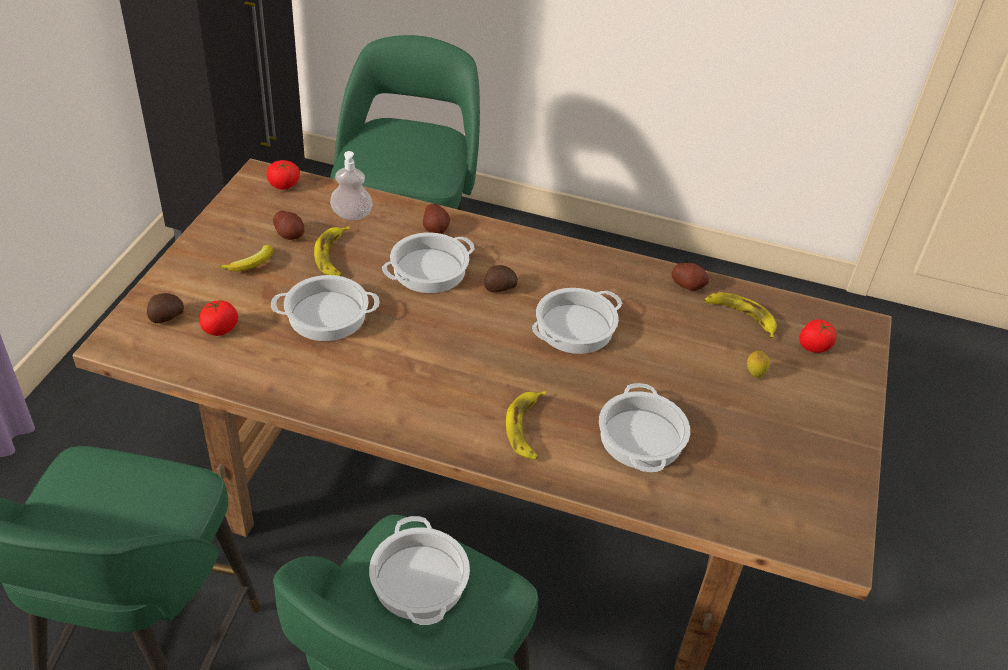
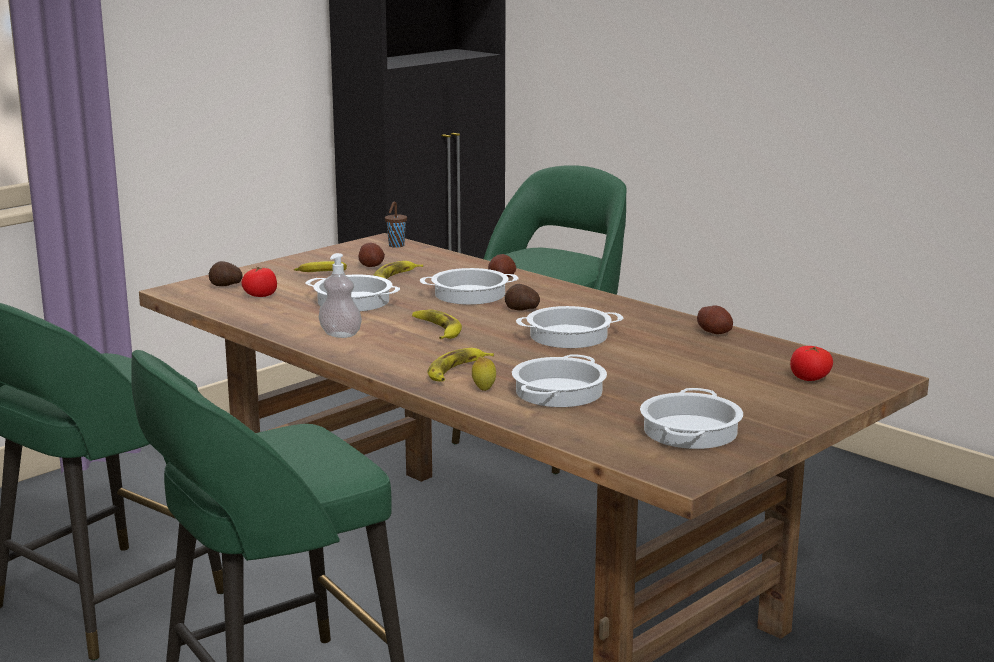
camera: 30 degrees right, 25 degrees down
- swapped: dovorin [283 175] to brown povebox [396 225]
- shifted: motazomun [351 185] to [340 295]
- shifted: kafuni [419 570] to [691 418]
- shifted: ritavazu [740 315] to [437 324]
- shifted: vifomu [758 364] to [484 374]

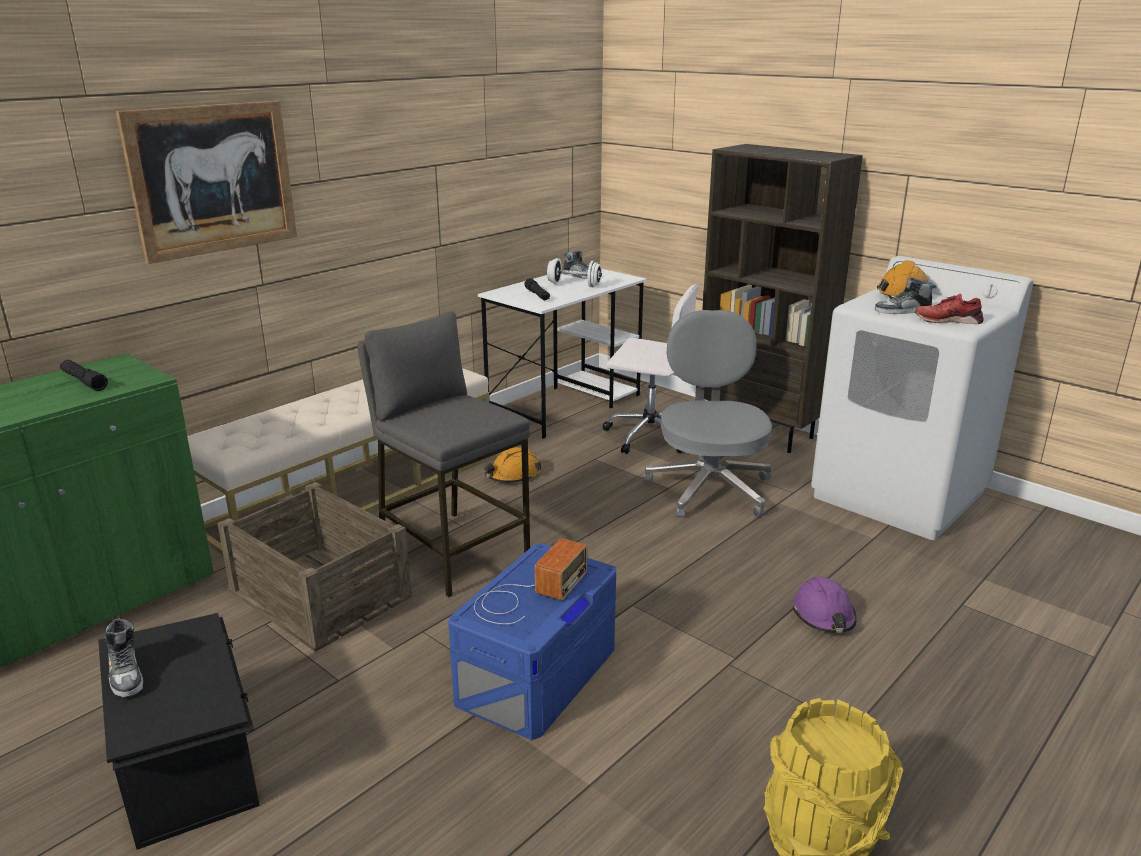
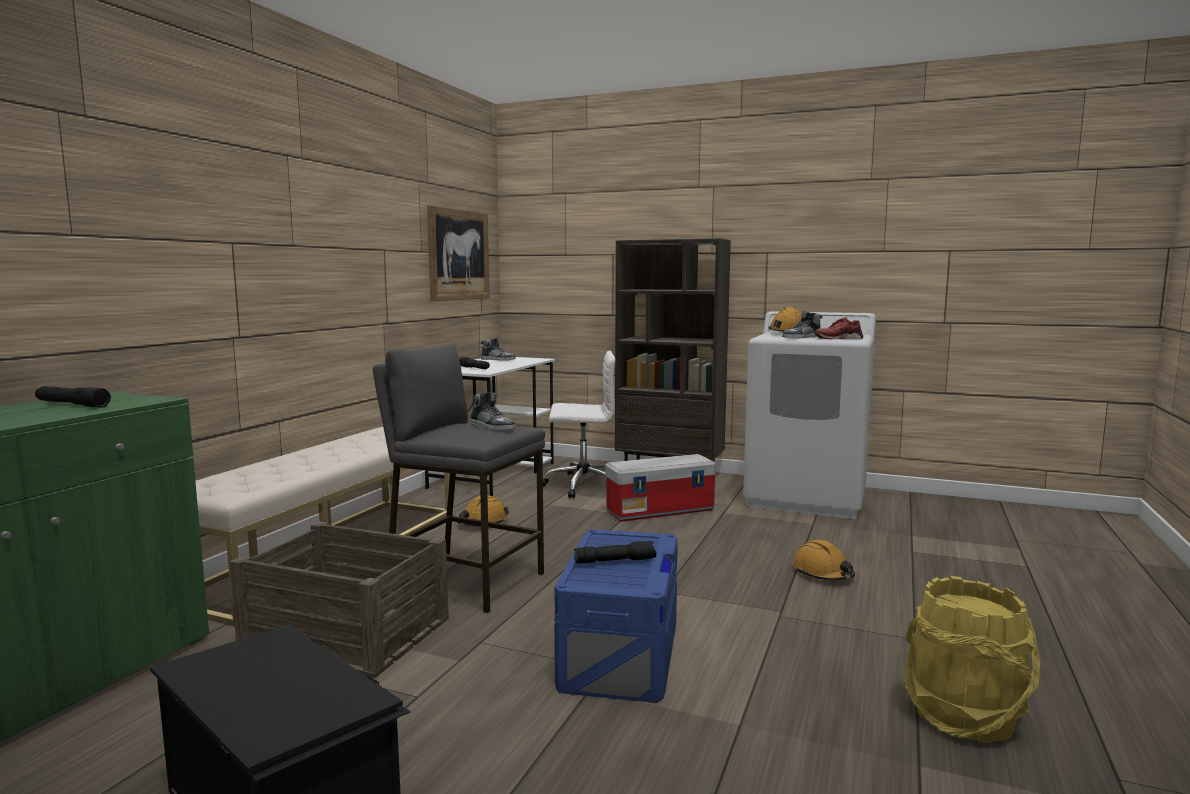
camera: 20 degrees left, 15 degrees down
- shifted: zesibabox [124 658] to [492 412]
- shifted: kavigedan [206 182] to [458 253]
- swapped: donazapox [530 581] to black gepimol [615 552]
- gone: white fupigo [574 272]
- swapped: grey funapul [707 414] to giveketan [660 488]
- repainted: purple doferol [825 605] to orange doferol [823 560]

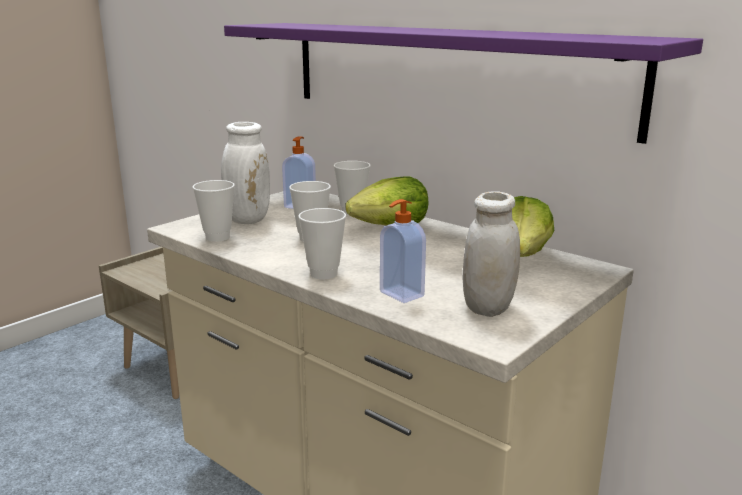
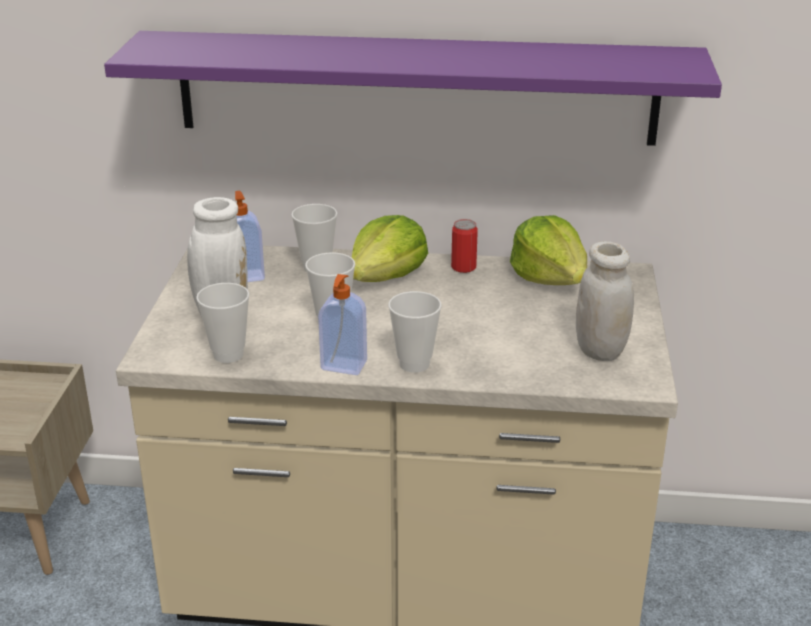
camera: 35 degrees left, 10 degrees up
- shifted: motazomun [403 251] to [342 324]
- new: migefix [464 246]

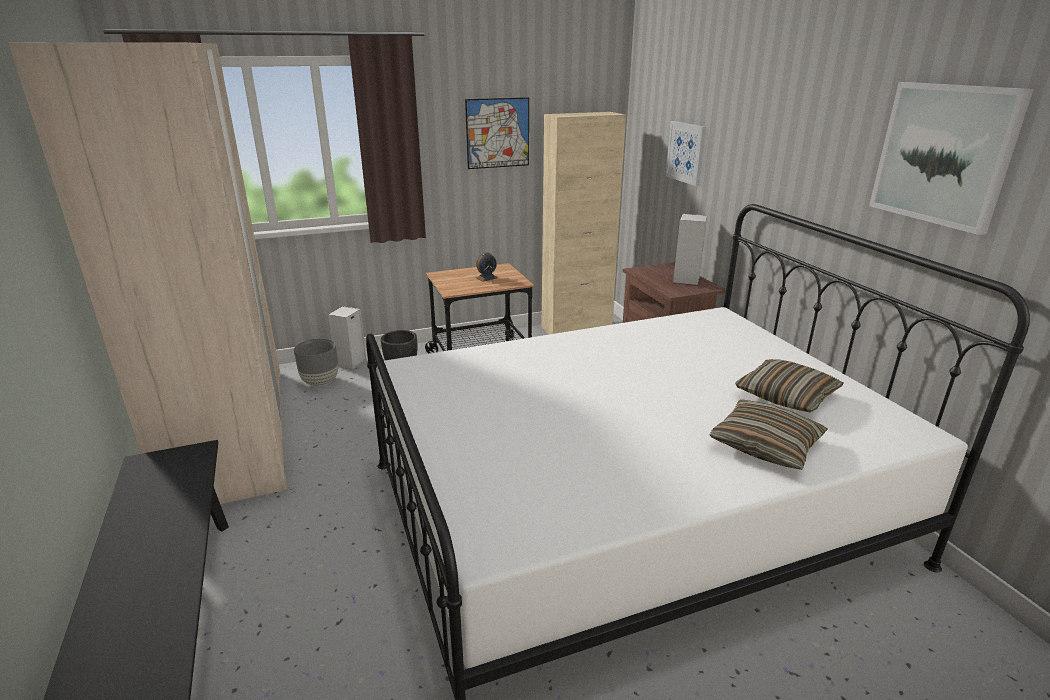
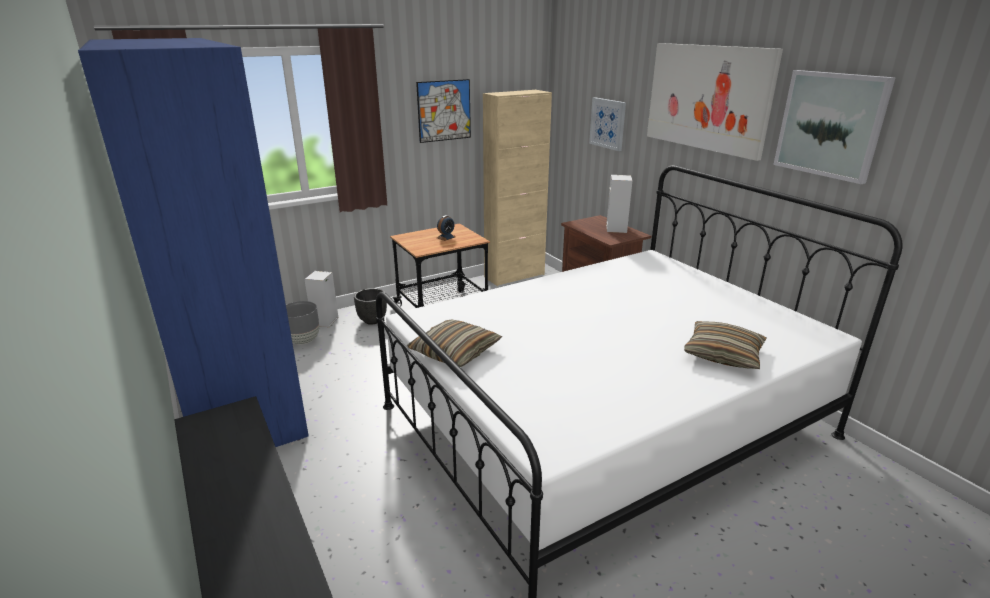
camera: 10 degrees left, 0 degrees up
- repainted: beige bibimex [147 273] to blue bibimex [193 242]
- shifted: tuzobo [789 385] to [454 343]
- new: kavigedan [715 102]

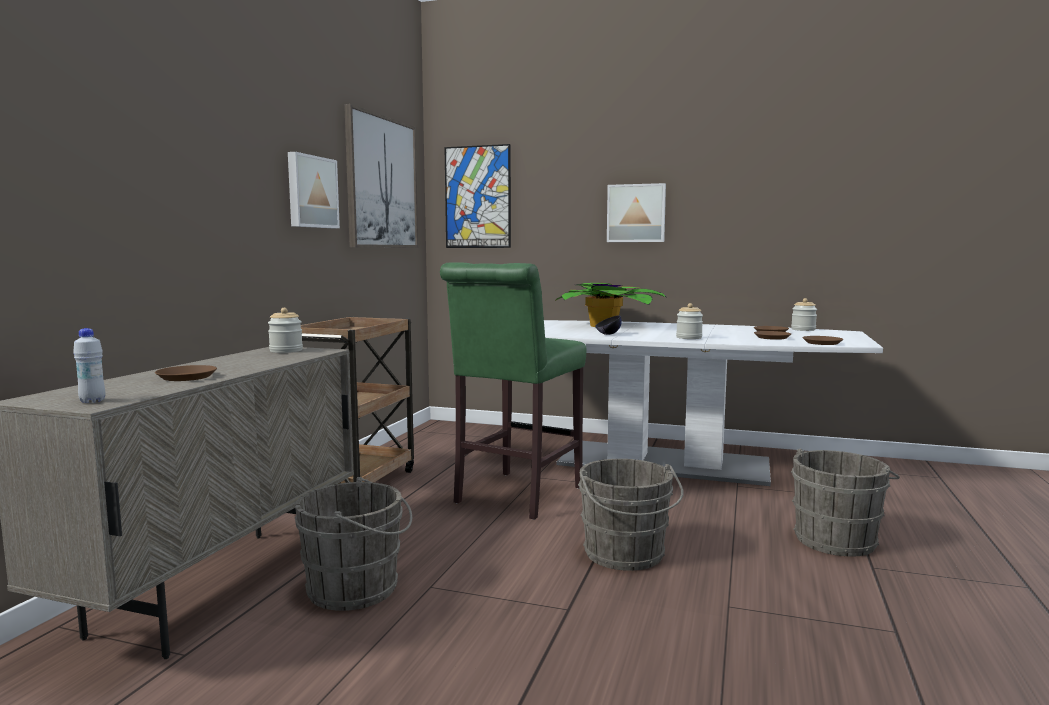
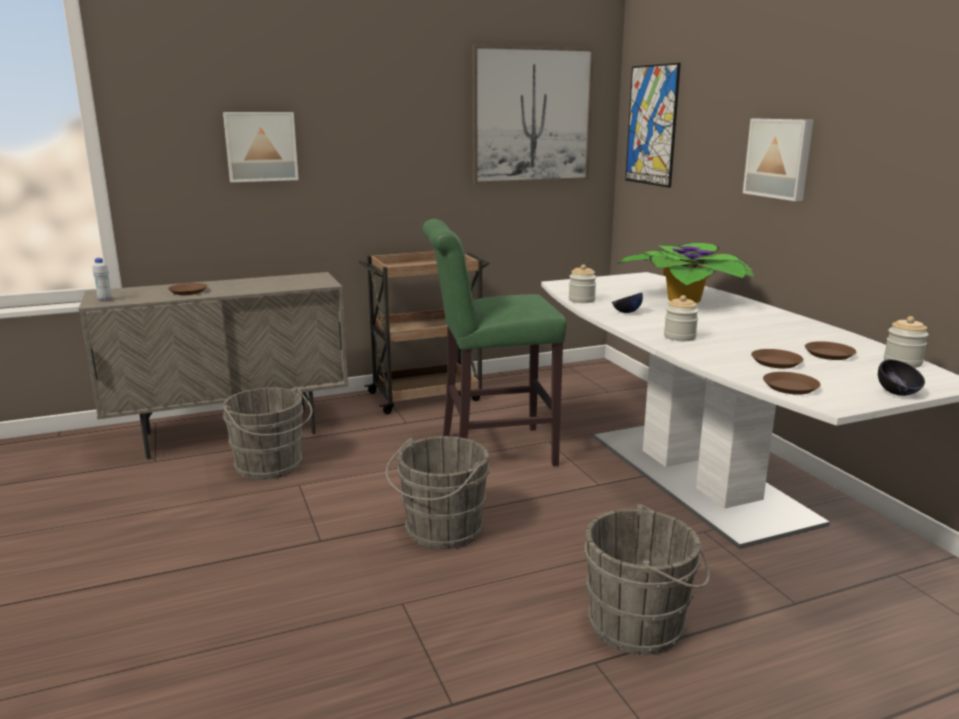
camera: 50 degrees right, 10 degrees up
- shifted: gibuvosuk [285 330] to [583 283]
- shifted: kavigedan [314 190] to [261 147]
- new: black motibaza [901 377]

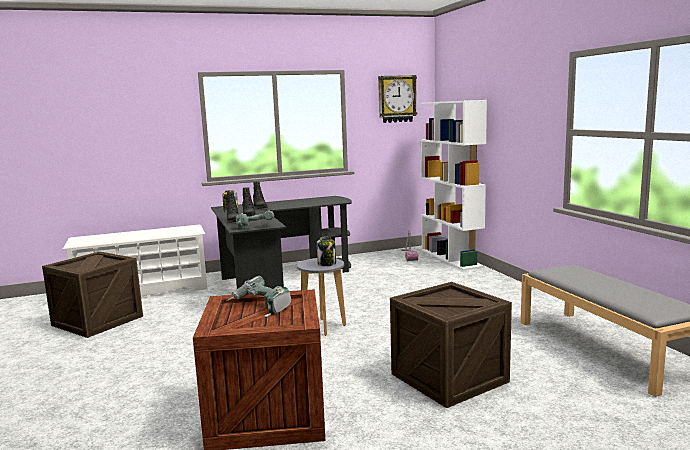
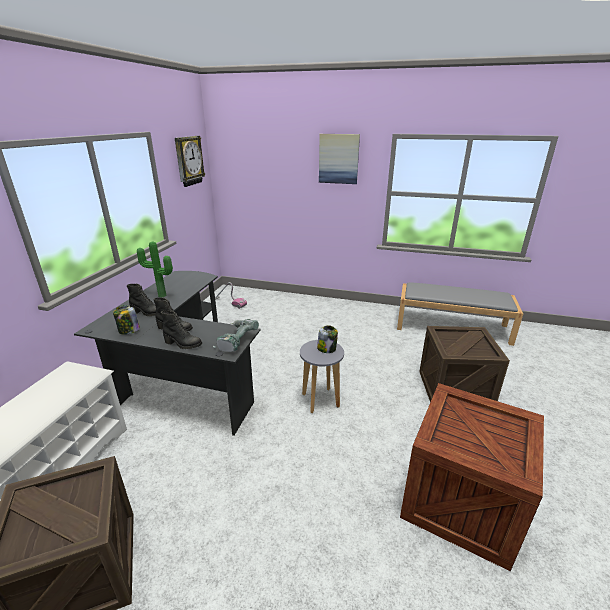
camera: 55 degrees left, 15 degrees up
- gone: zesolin [259 296]
- gone: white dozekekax [453 185]
- new: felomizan [155 269]
- new: kavigedan [339 159]

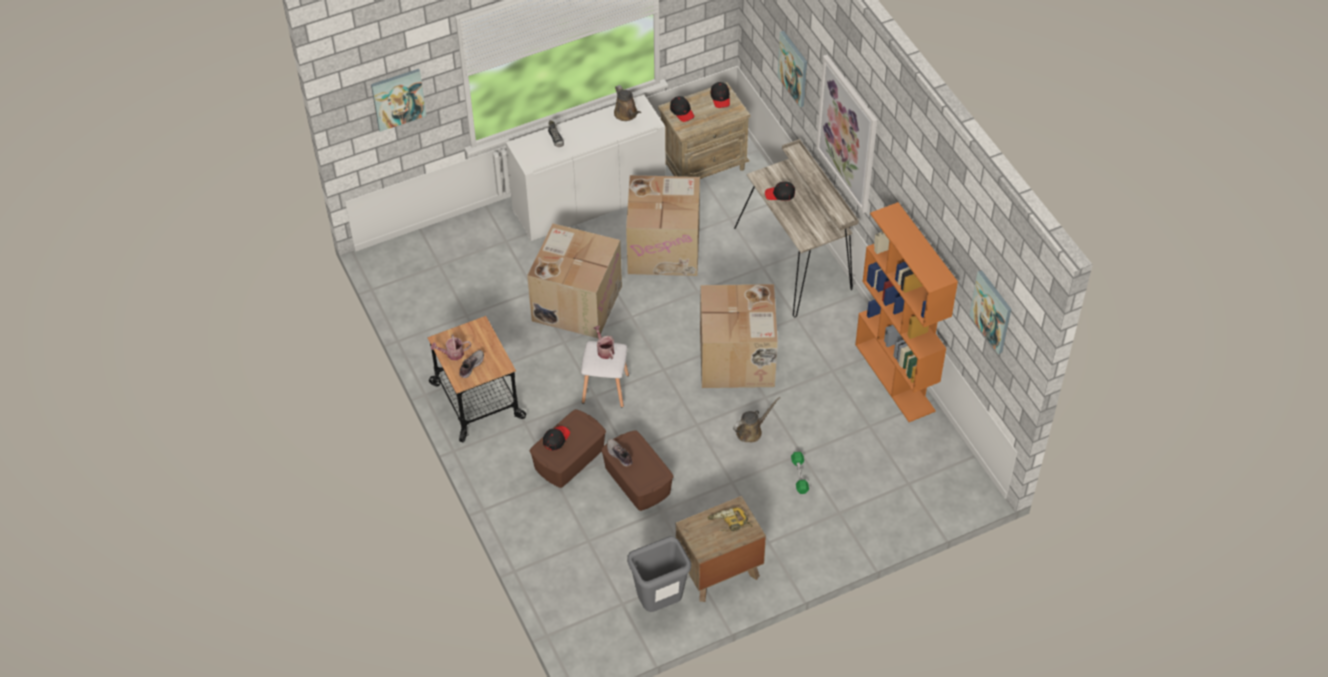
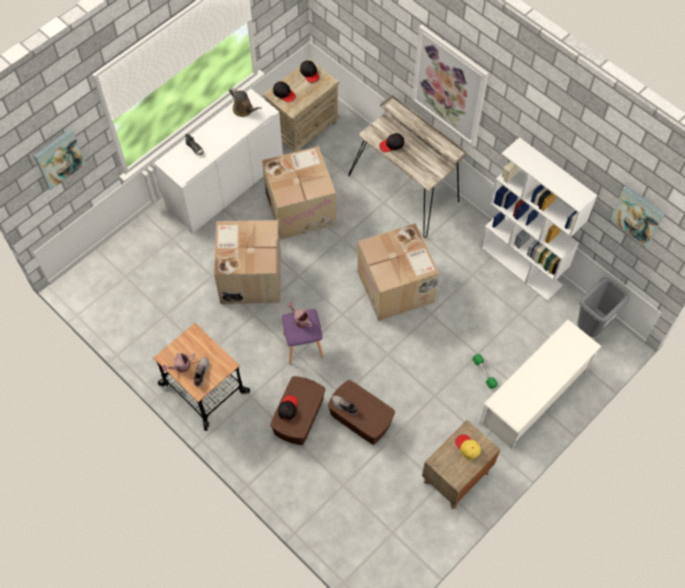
camera: 20 degrees left, 10 degrees up
- repainted: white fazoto [605 374] to purple fazoto [303 336]
- shifted: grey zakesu [659 574] to [603 307]
- swapped: zesolin [730 520] to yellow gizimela [468 447]
- gone: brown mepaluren [756 419]
- gone: kavigedan [792 69]
- repainted: orange dozekekax [906 312] to white dozekekax [538 219]
- new: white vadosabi [540 384]

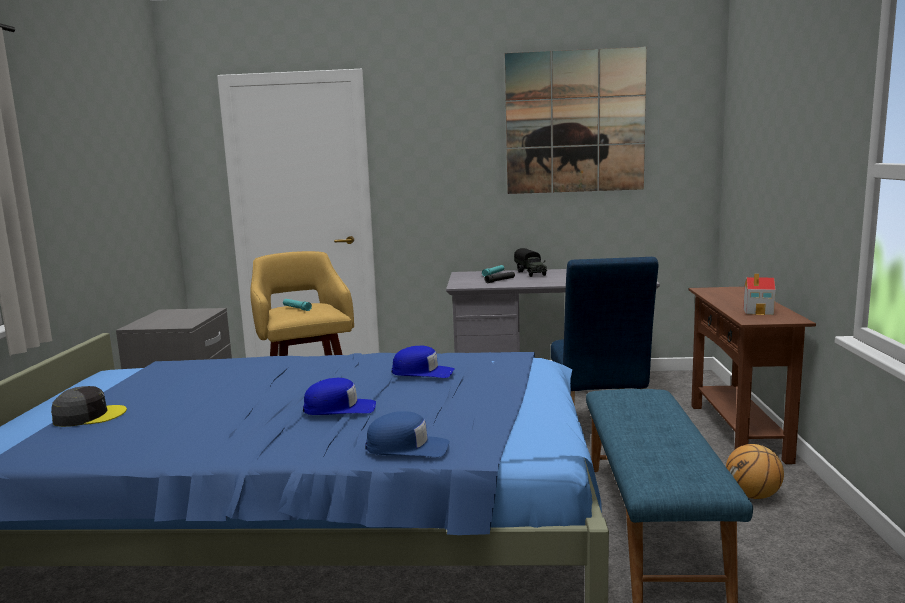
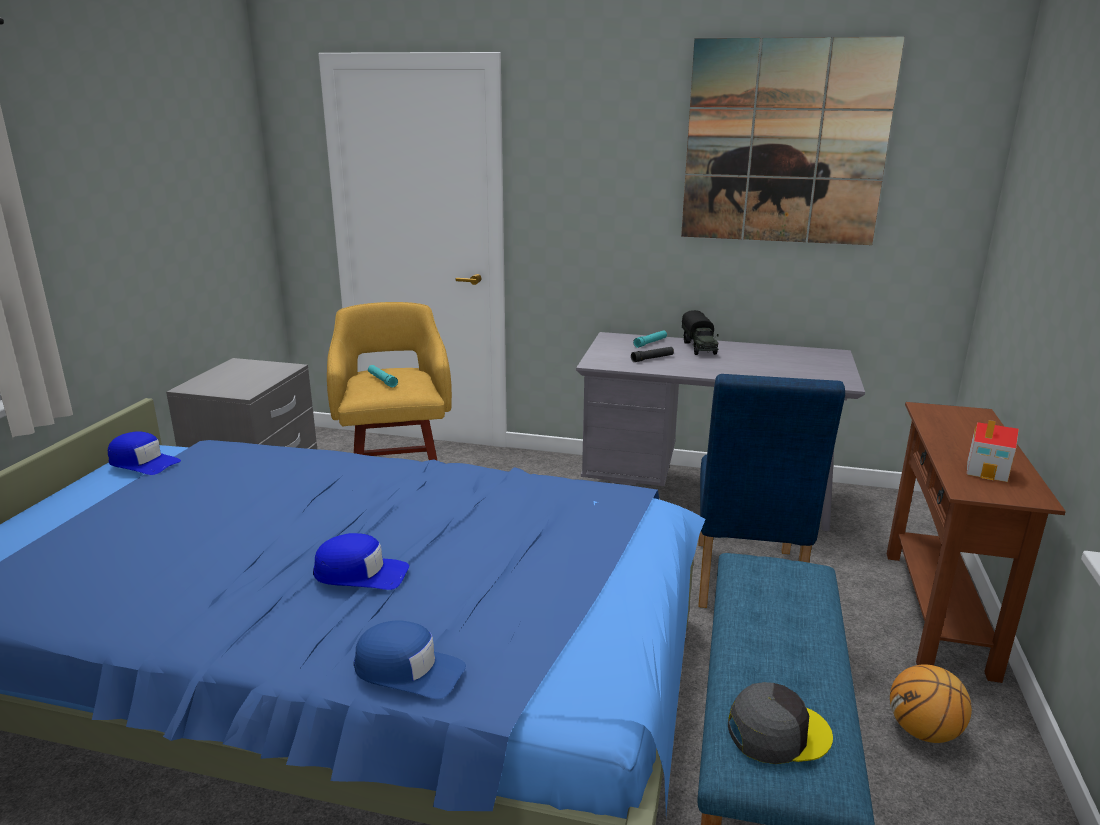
camera: 10 degrees right, 10 degrees up
- shifted: grey gizimela [89 406] to [780 723]
- shifted: blue gizimela [423 362] to [144 453]

